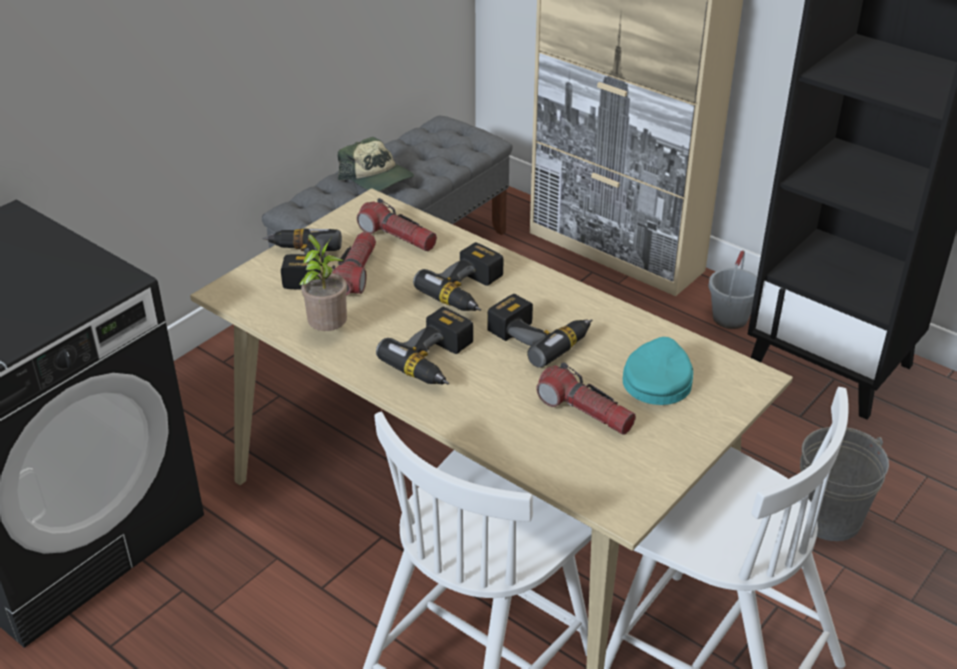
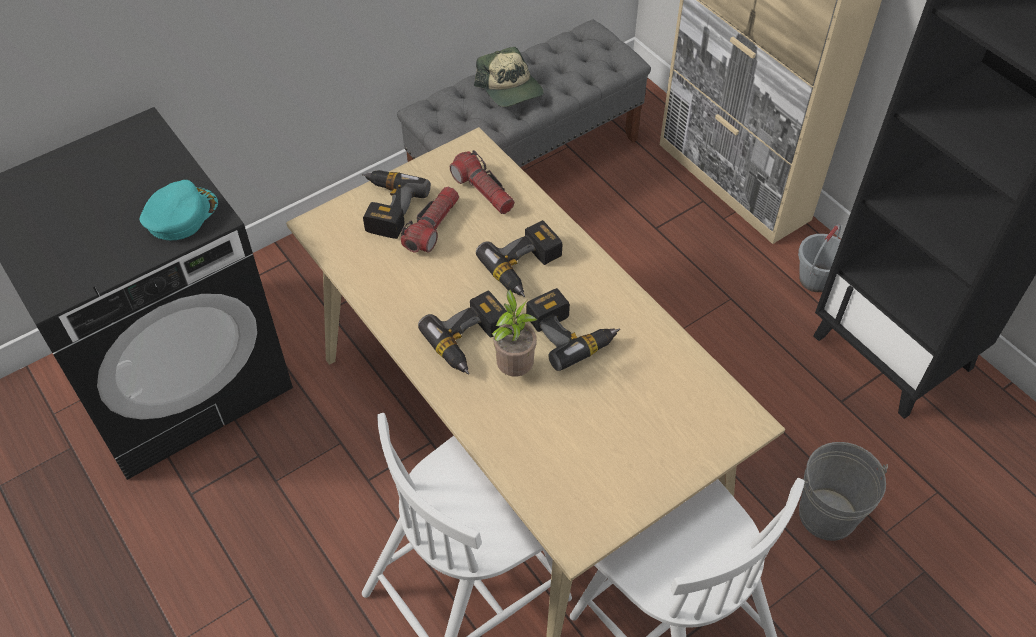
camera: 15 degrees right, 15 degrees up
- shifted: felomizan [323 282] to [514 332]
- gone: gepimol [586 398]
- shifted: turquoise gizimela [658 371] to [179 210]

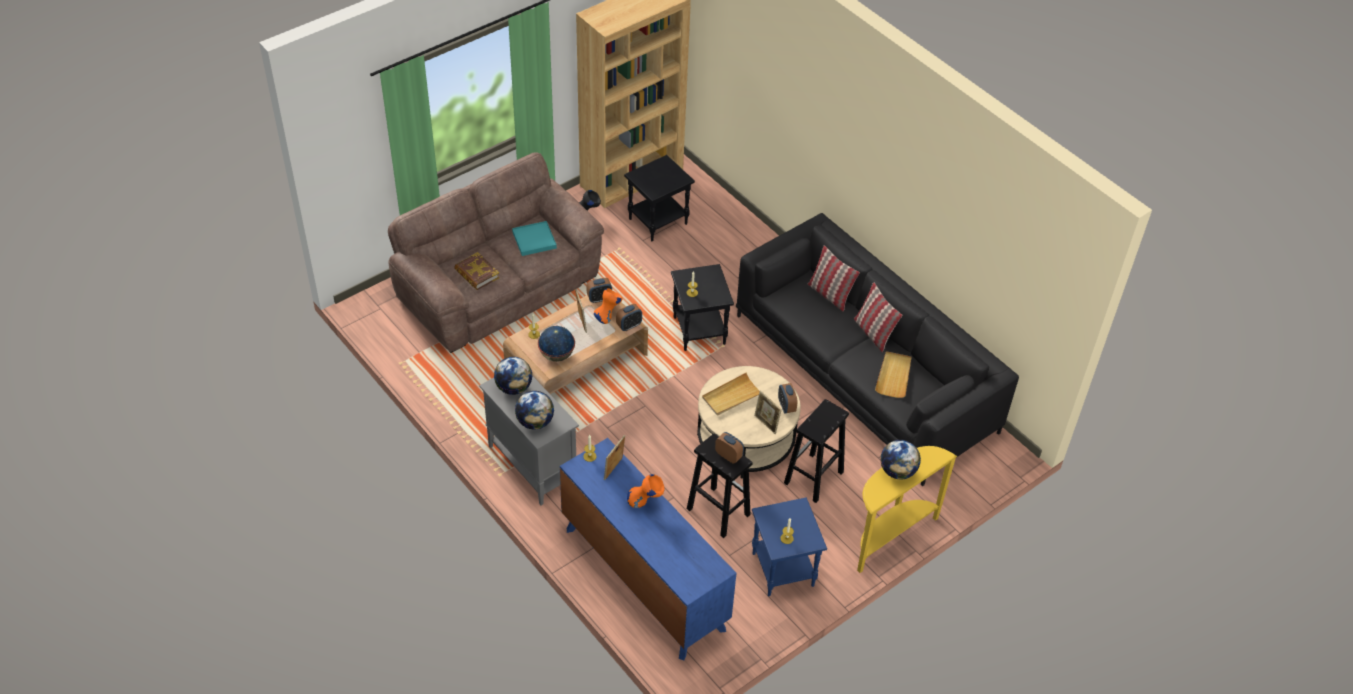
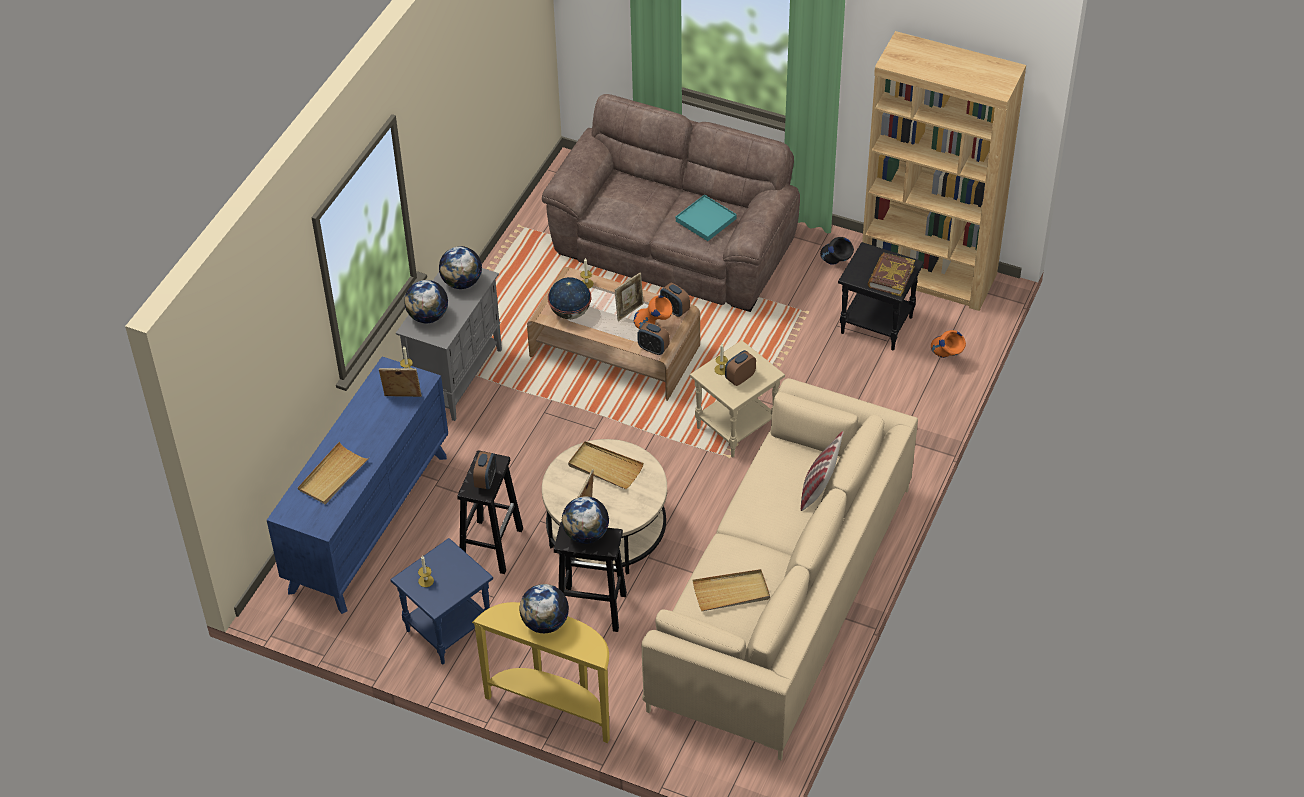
camera: 65 degrees right, 0 degrees up
- shifted: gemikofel [477 271] to [891 274]
- shifted: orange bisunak [646 491] to [948 344]
- repainted: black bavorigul [702 307] to beige bavorigul [737 398]
- repainted: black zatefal [877 349] to beige zatefal [780 569]
- shifted: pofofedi [787 398] to [740 368]
- gone: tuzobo [878 317]
- new: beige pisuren [333 473]
- new: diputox [585 520]

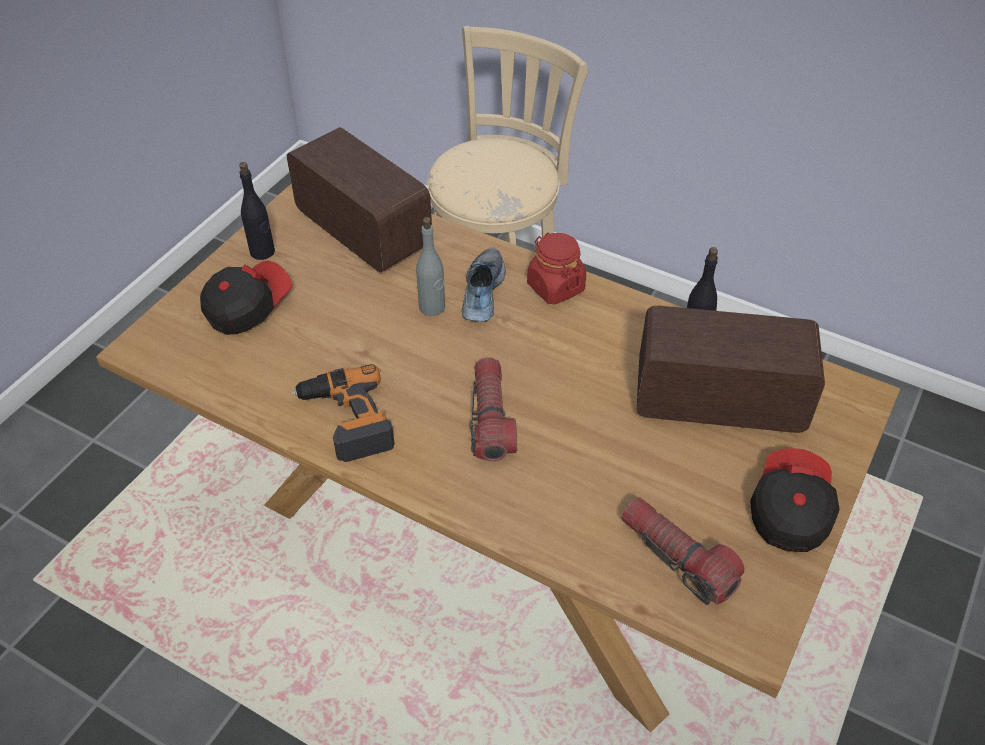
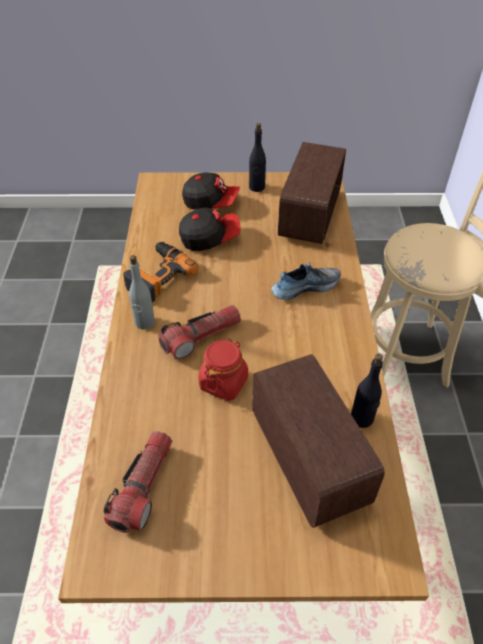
camera: 60 degrees right, 0 degrees up
- shifted: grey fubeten [430 266] to [142 292]
- shifted: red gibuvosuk [556 268] to [223 370]
- shifted: gizimela [795 500] to [209 229]

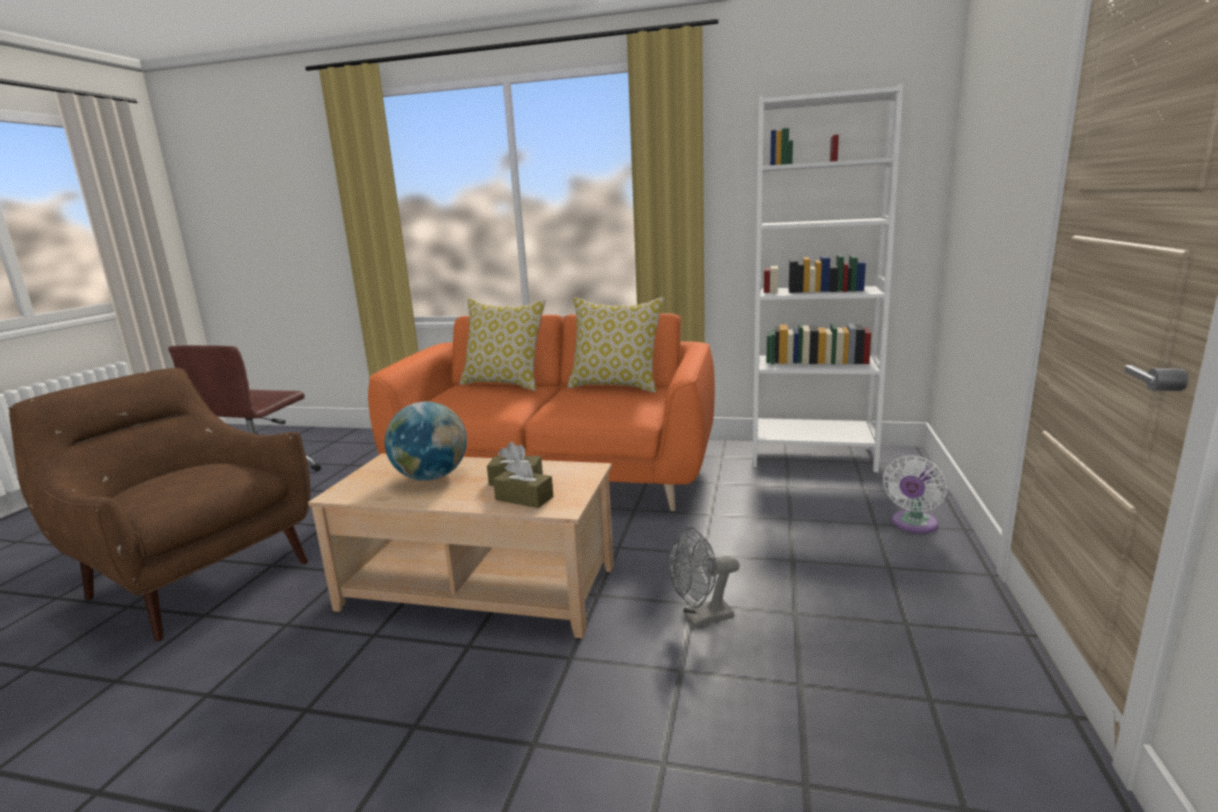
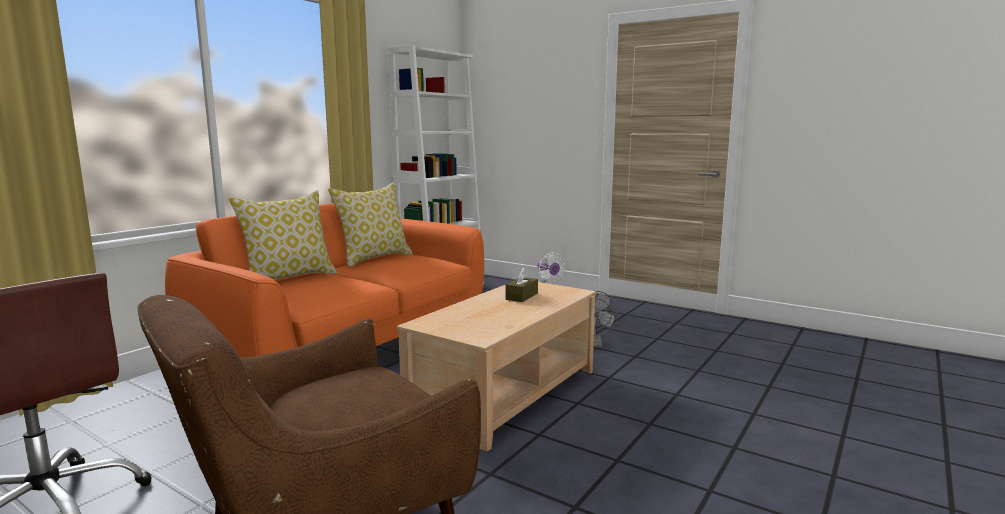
camera: 70 degrees left, 5 degrees down
- gone: diputox [426 441]
- gone: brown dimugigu [523 482]

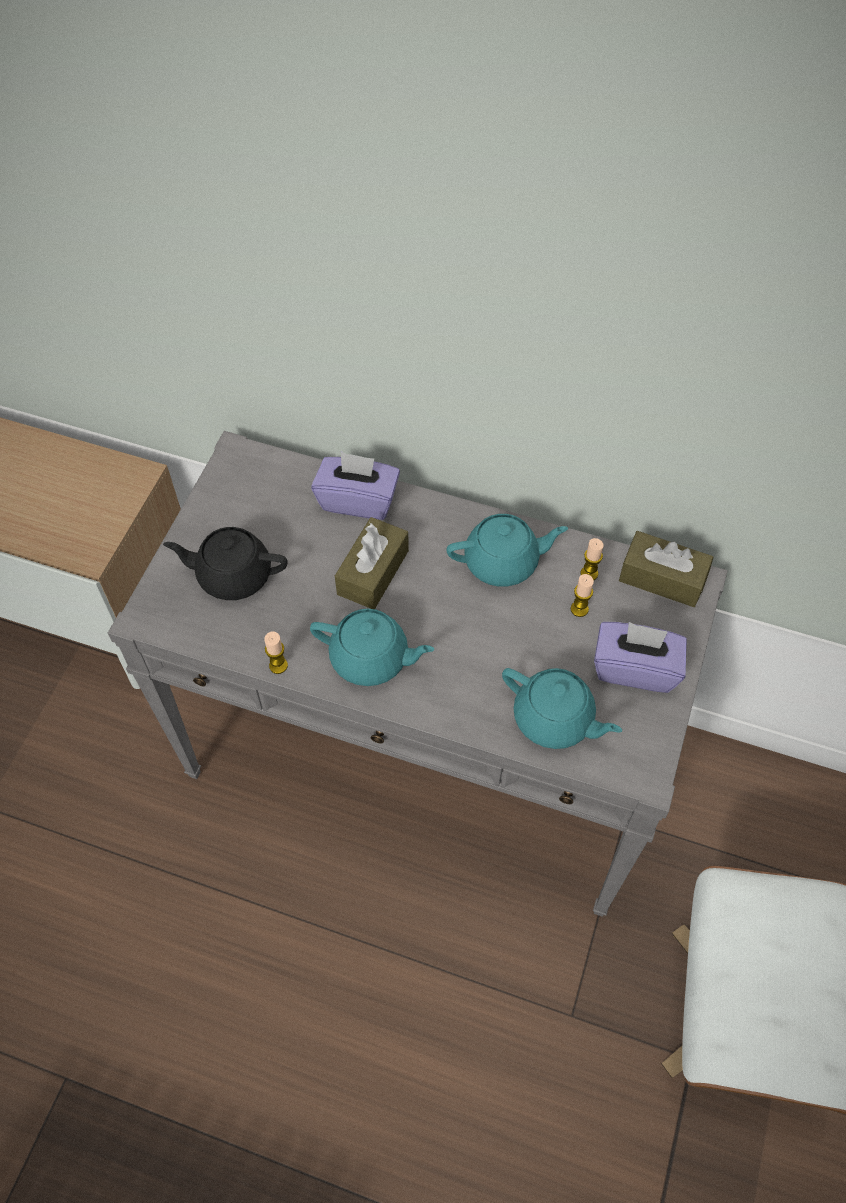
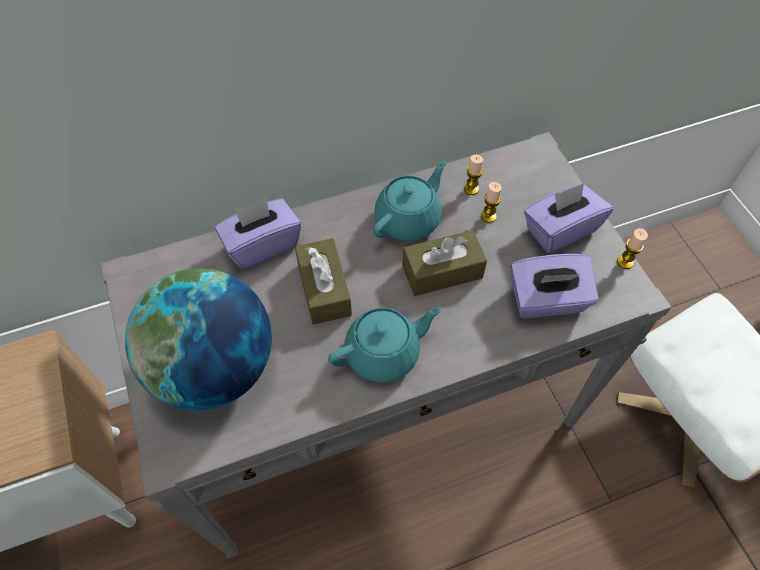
camera: 40 degrees left, 0 degrees up
- swapped: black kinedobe [225 563] to diputox [198 339]
- shifted: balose [276 652] to [632 248]
- swapped: turquoise kinedobe [562 708] to purple dimugigu [554 286]
- shifted: brown dimugigu [666 569] to [444 263]

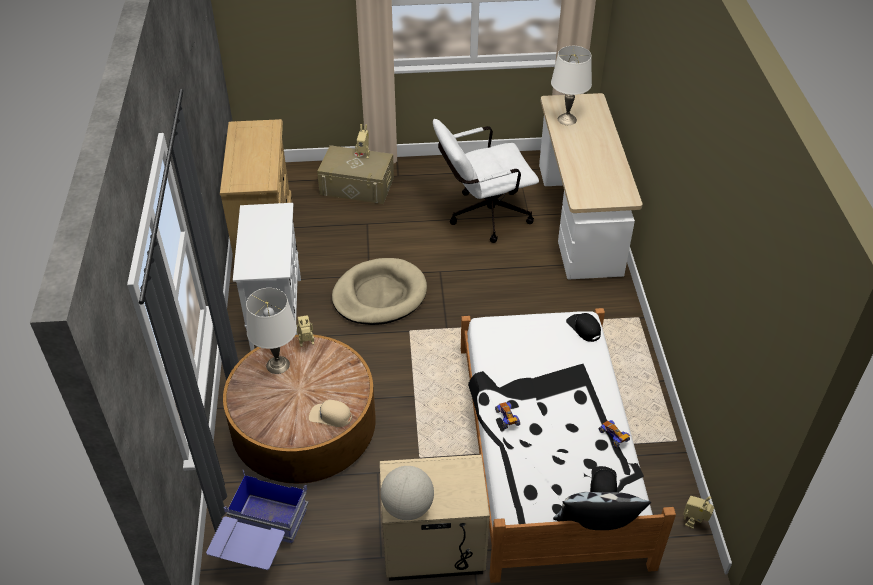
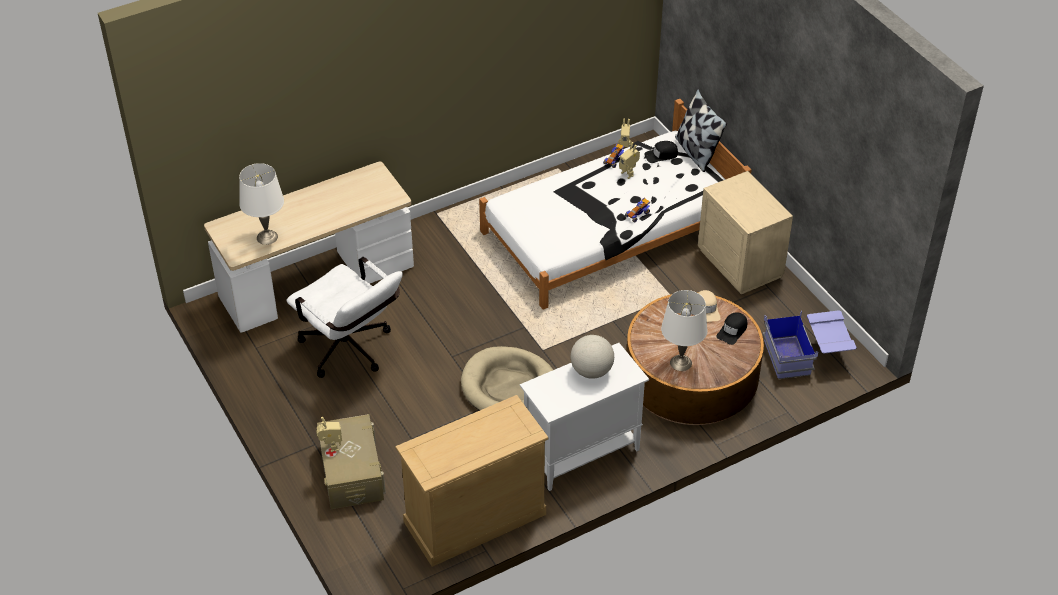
camera: 115 degrees left, 0 degrees up
- shifted: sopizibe [305 331] to [629 160]
- shifted: diputox [407 493] to [592 357]
- shifted: black gizimela [583 327] to [732 328]

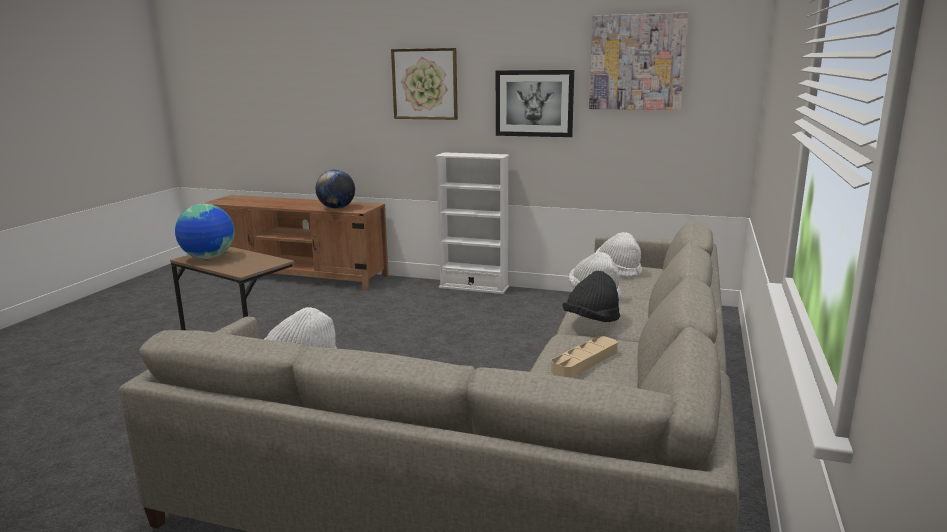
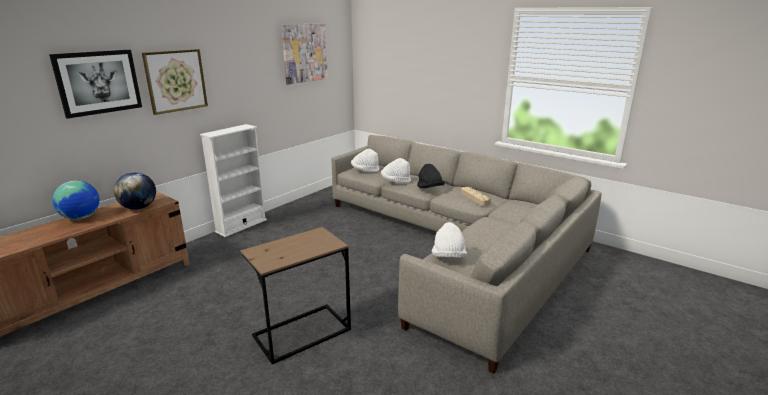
camera: 70 degrees left, 5 degrees up
- shifted: diputox [204 231] to [76 200]
- shifted: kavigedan [535 103] to [95 84]

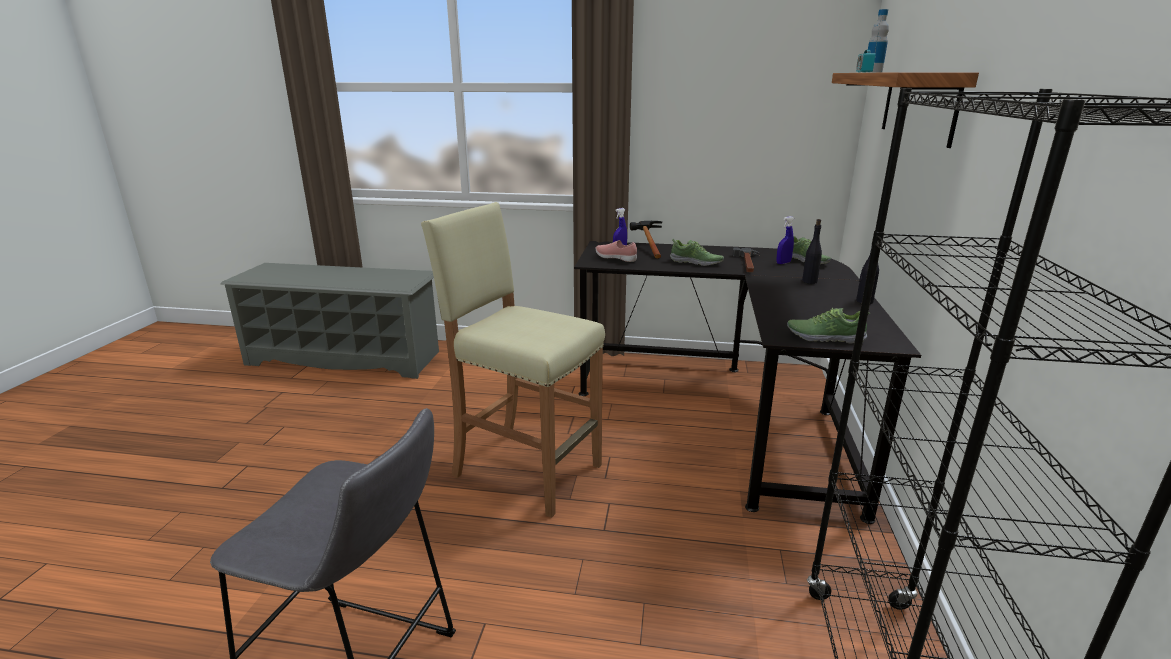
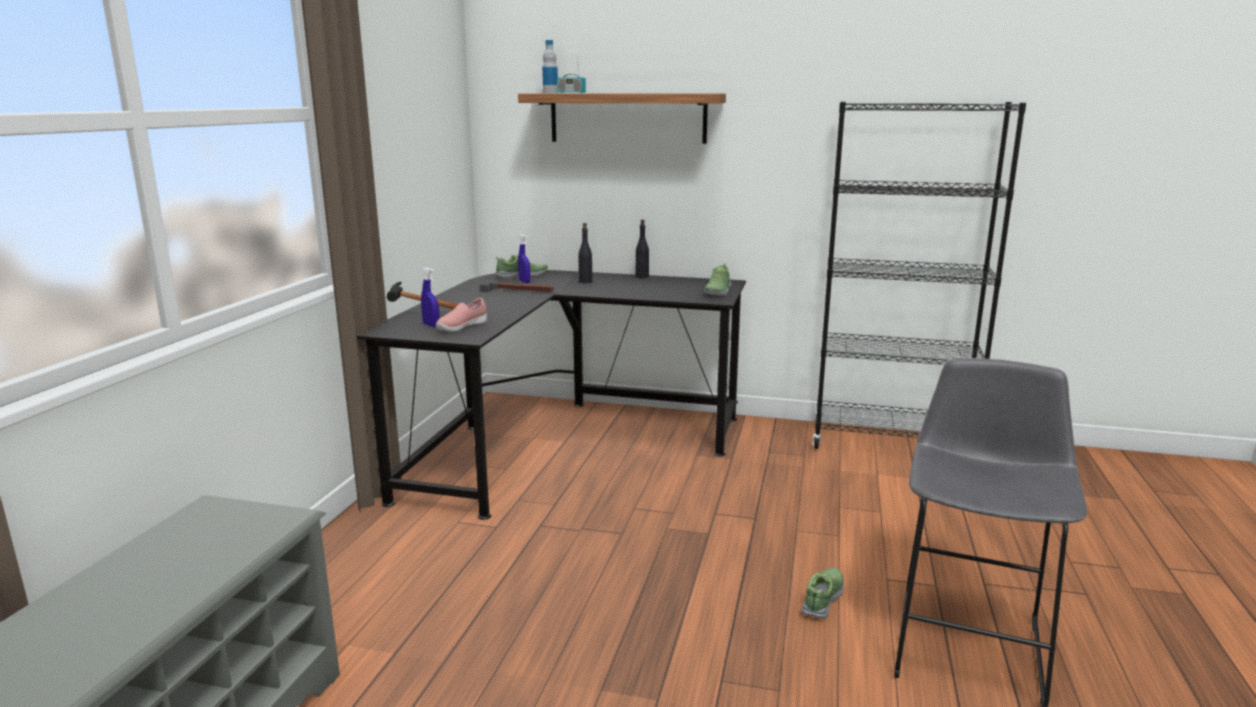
camera: 85 degrees left, 5 degrees down
- gone: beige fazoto [513 360]
- shifted: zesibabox [697 252] to [822 593]

